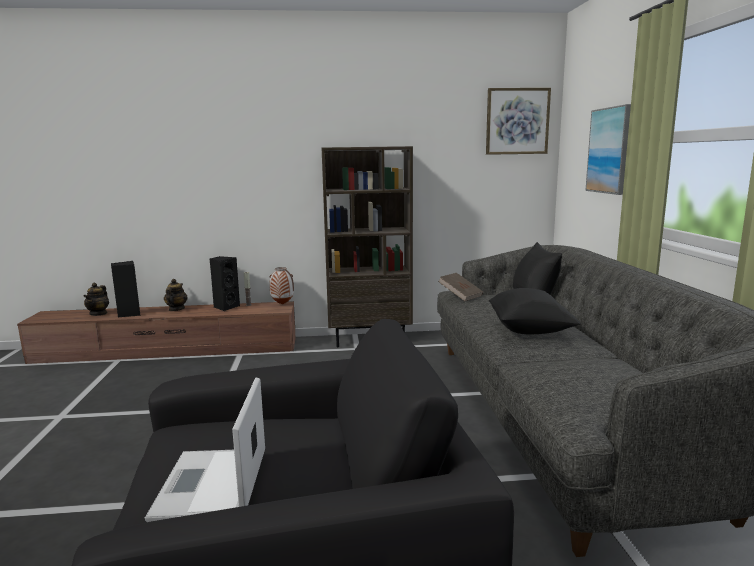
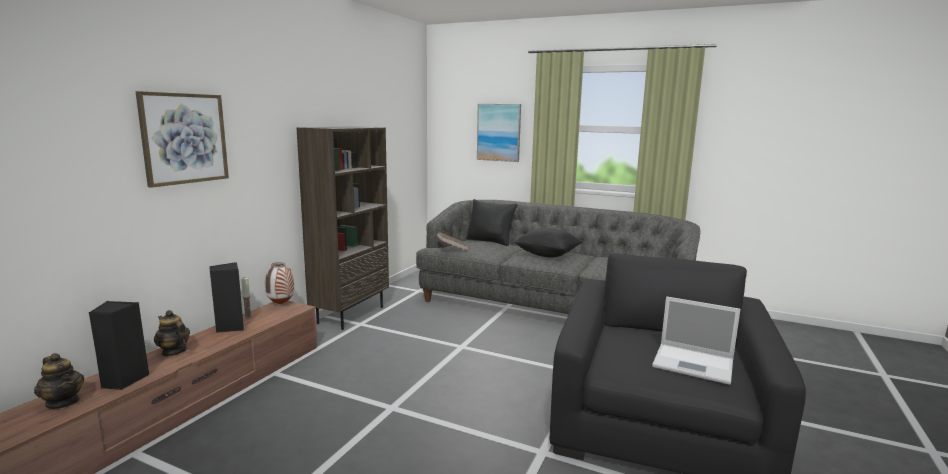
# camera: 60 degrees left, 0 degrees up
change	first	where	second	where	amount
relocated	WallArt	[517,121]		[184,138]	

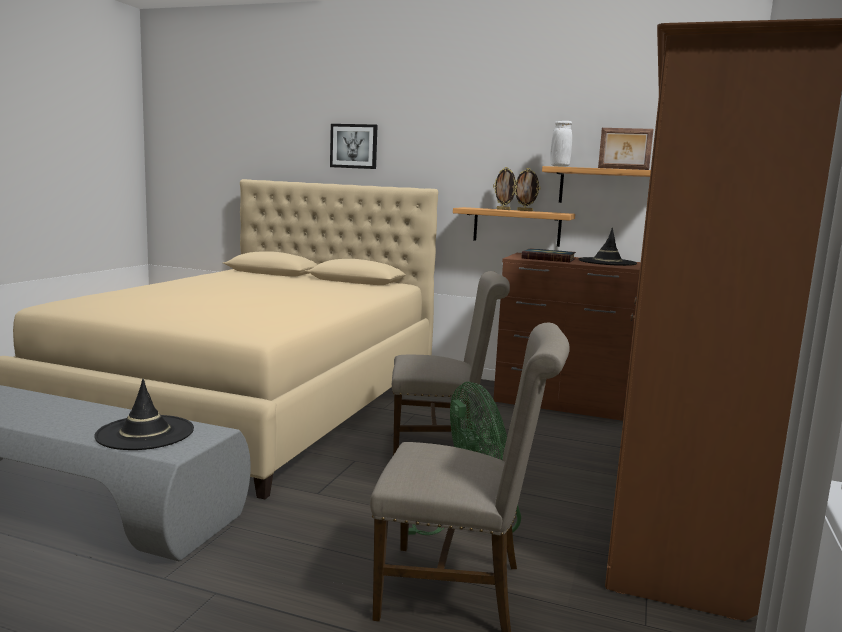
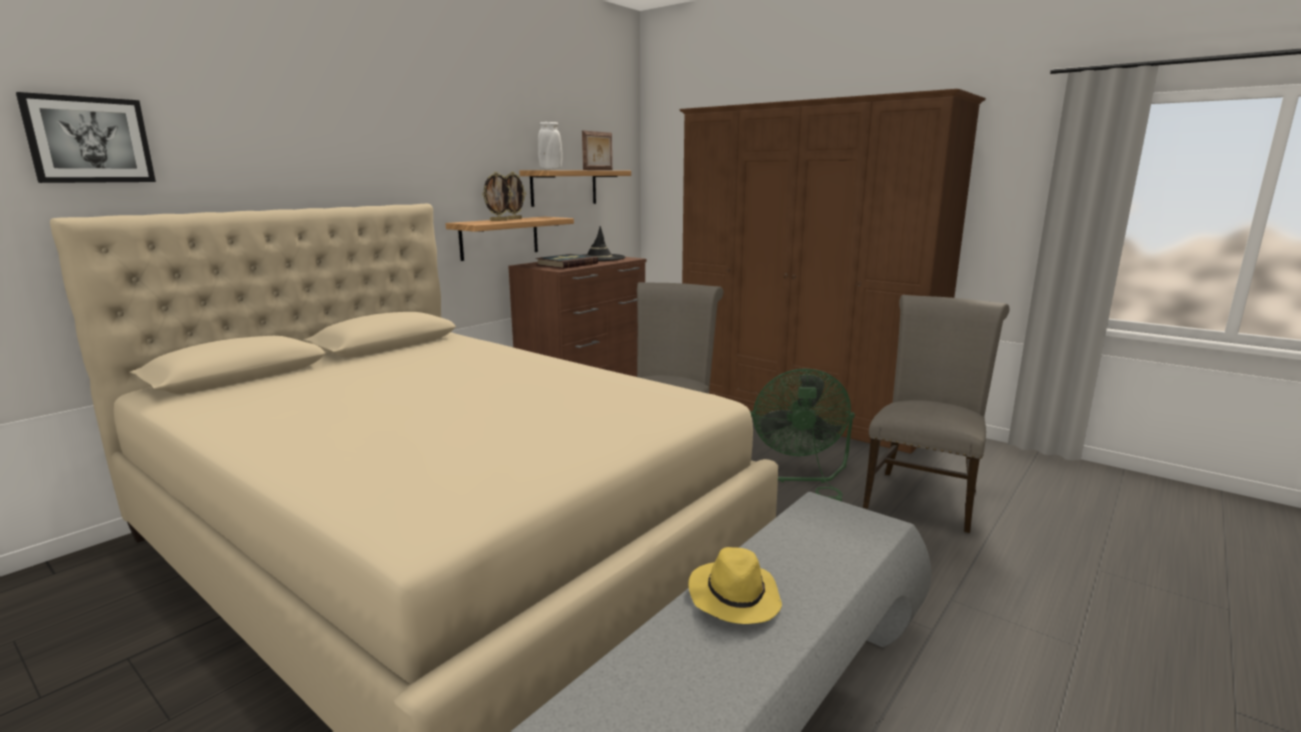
# camera: 70 degrees left, 5 degrees up
change	first	where	second	where	amount
missing	BlackishWearableHat	[145,433]			
relocated	WallArt	[354,146]		[89,140]	
appeared			YellowishWearableHat	[734,597]	

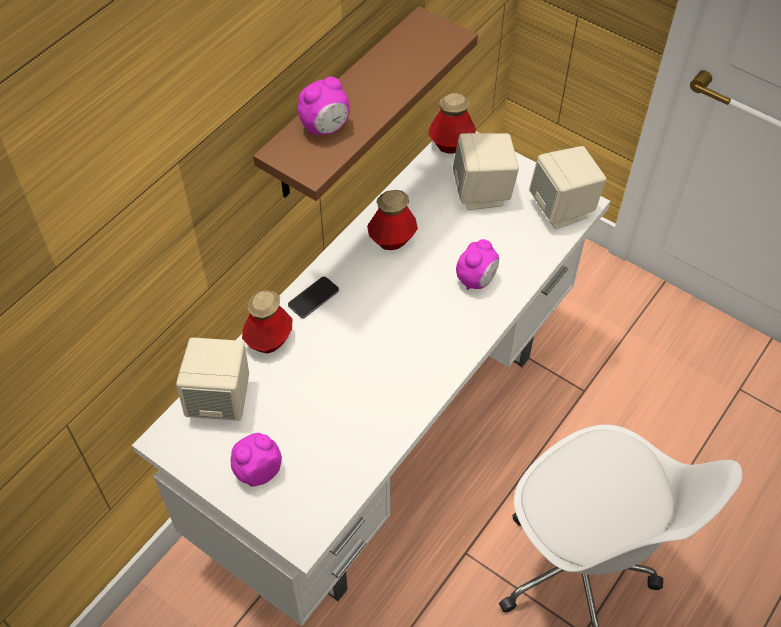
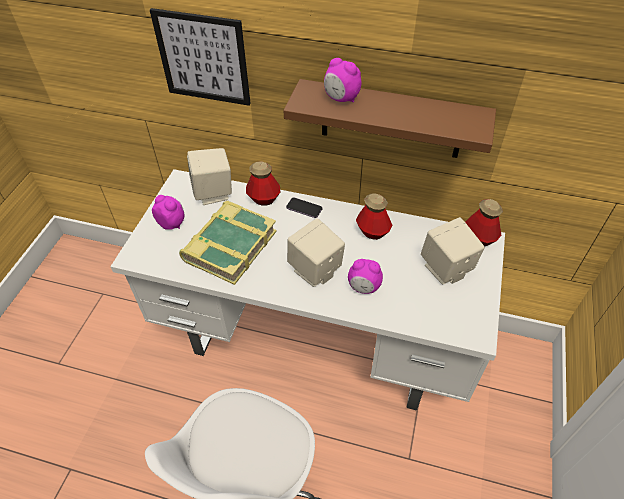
# camera: 70 degrees right, 5 degrees down
change	first	where	second	where	amount
relocated	SandColouredLoudspeaker	[562,209]		[315,270]	
appeared			WallArt	[203,58]	
appeared			BoundBook	[229,246]	

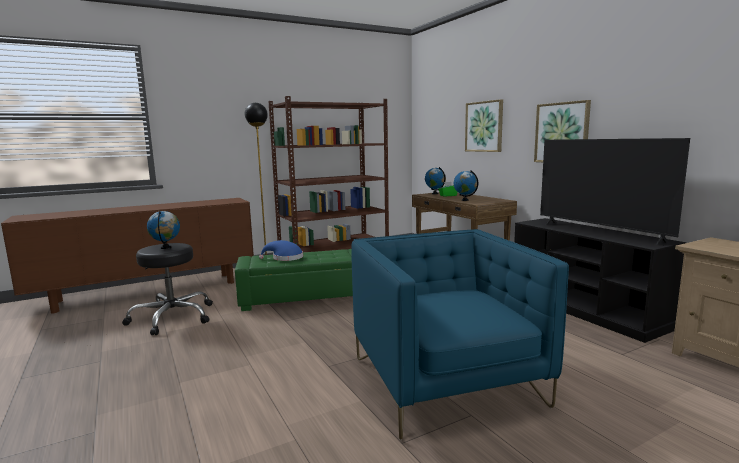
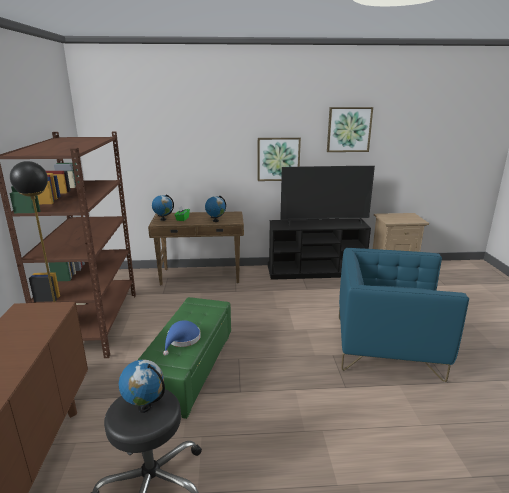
# camera: 65 degrees left, 10 degrees up
change	first	where	second	where	amount
relocated	WallArt	[484,126]		[349,129]	

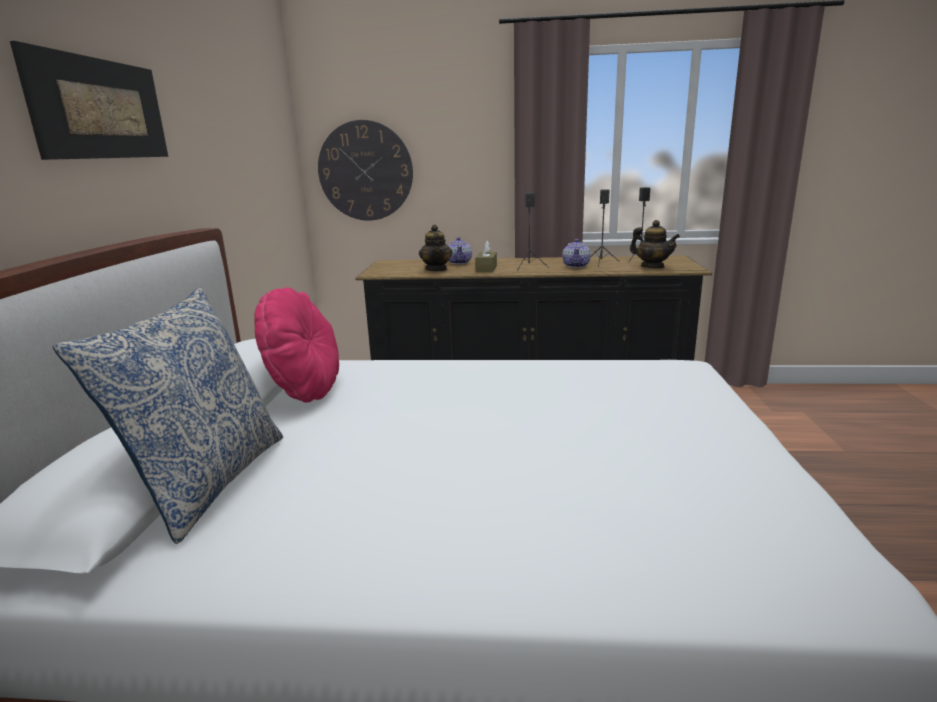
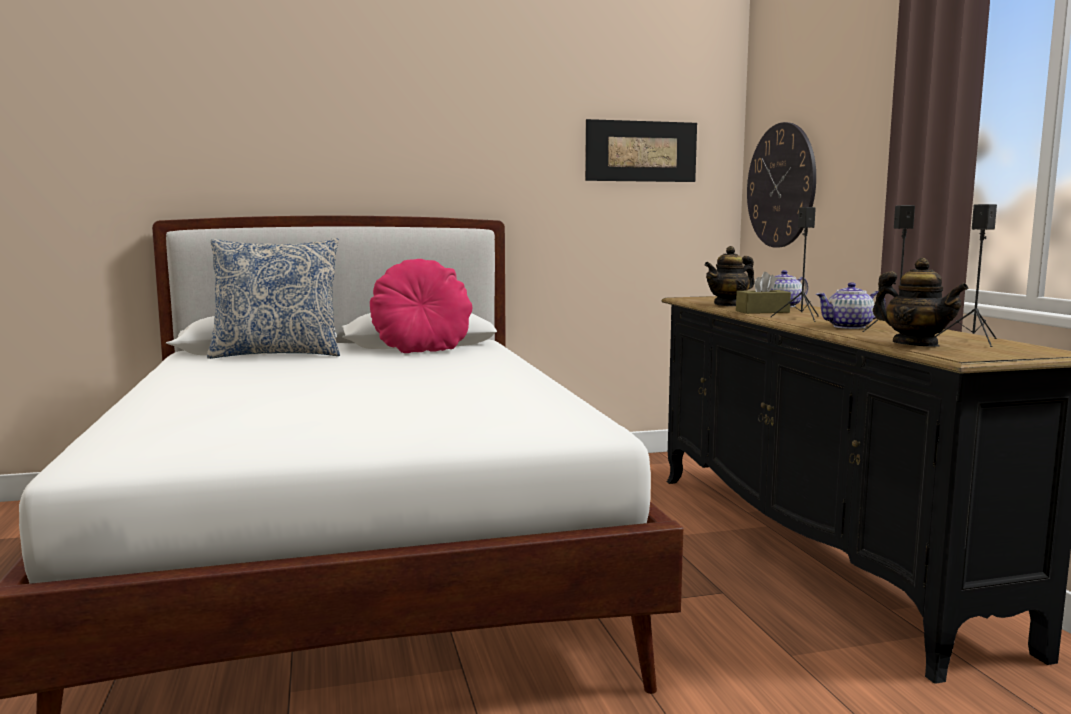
# camera: 70 degrees right, 10 degrees down
change	first	where	second	where	amount
relocated	WallArt	[101,109]		[641,151]	
spun	TeaPot	[652,267]		[915,345]	60 degrees counterclockwise

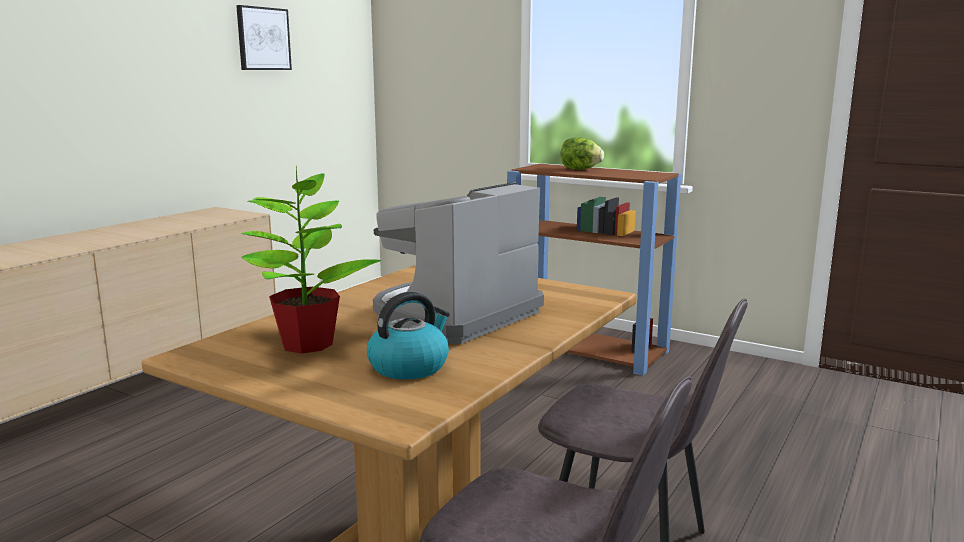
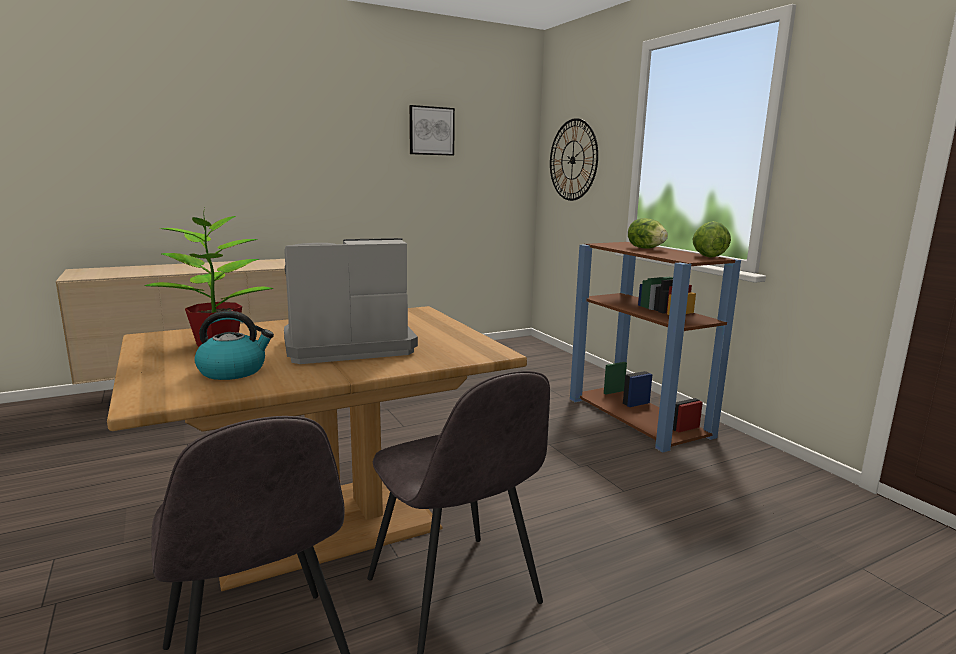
# camera: 30 degrees right, 0 degrees up
change	first	where	second	where	amount
appeared			ClockOnTheWall	[573,160]	
appeared			Lettuce	[708,257]	

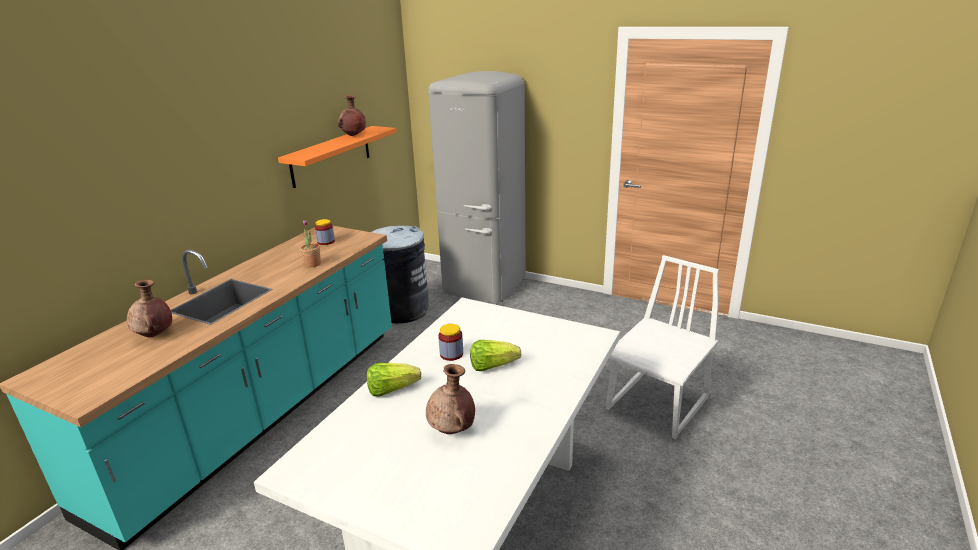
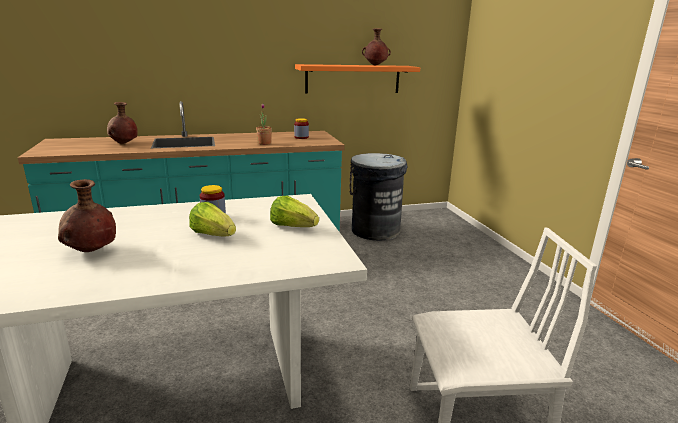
# camera: 45 degrees right, 5 degrees down
change	first	where	second	where	amount
relocated	Lettuce	[391,390]		[293,227]	
missing	GrayFridge	[483,287]			

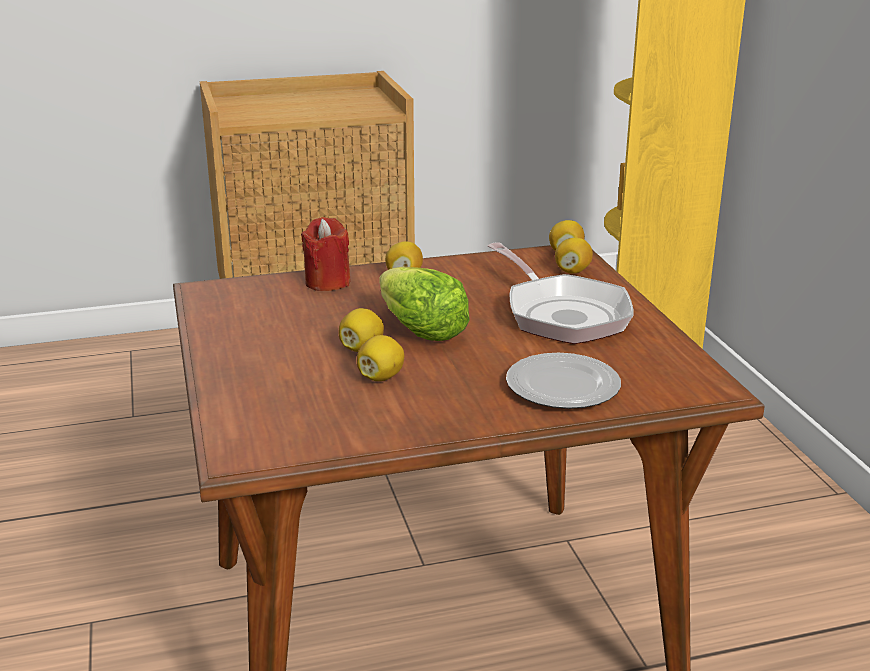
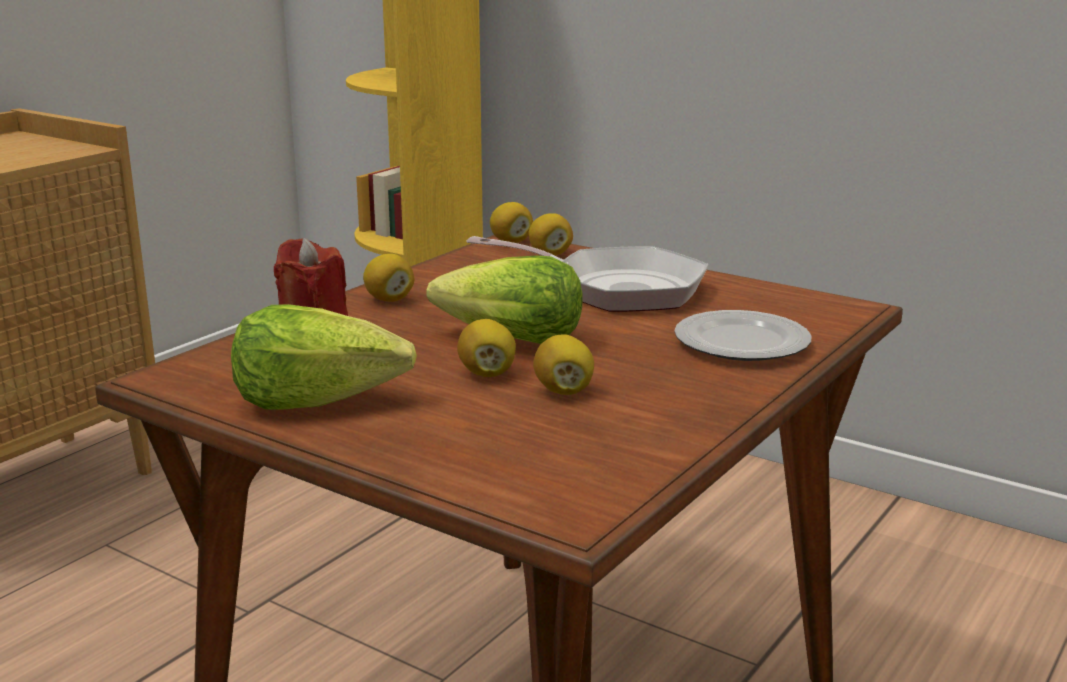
# camera: 40 degrees left, 5 degrees down
change	first	where	second	where	amount
appeared			Lettuce	[318,400]	

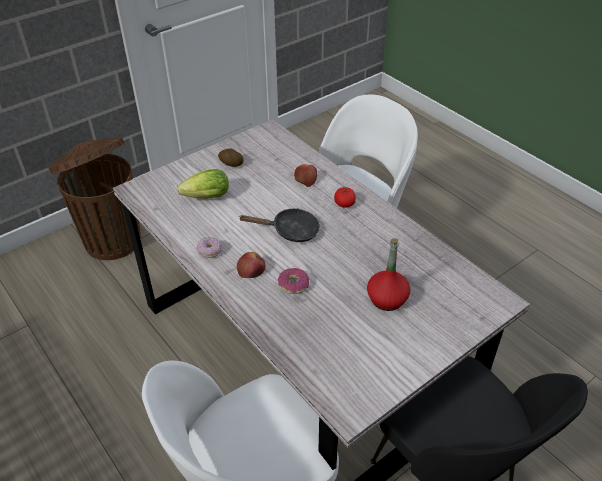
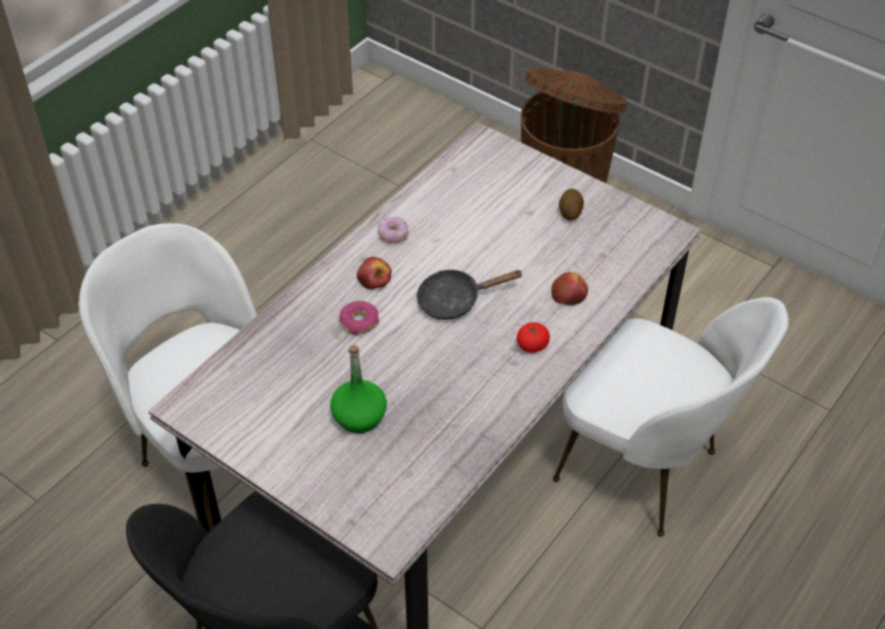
# camera: 75 degrees right, 5 degrees up
change	first	where	second	where	amount
missing	Lettuce	[204,198]			
spun	BlackishPan	[290,231]		[455,300]	90 degrees clockwise
colour	RedColouredBottle	[387,299]	GreenColouredBottle	[359,416]	

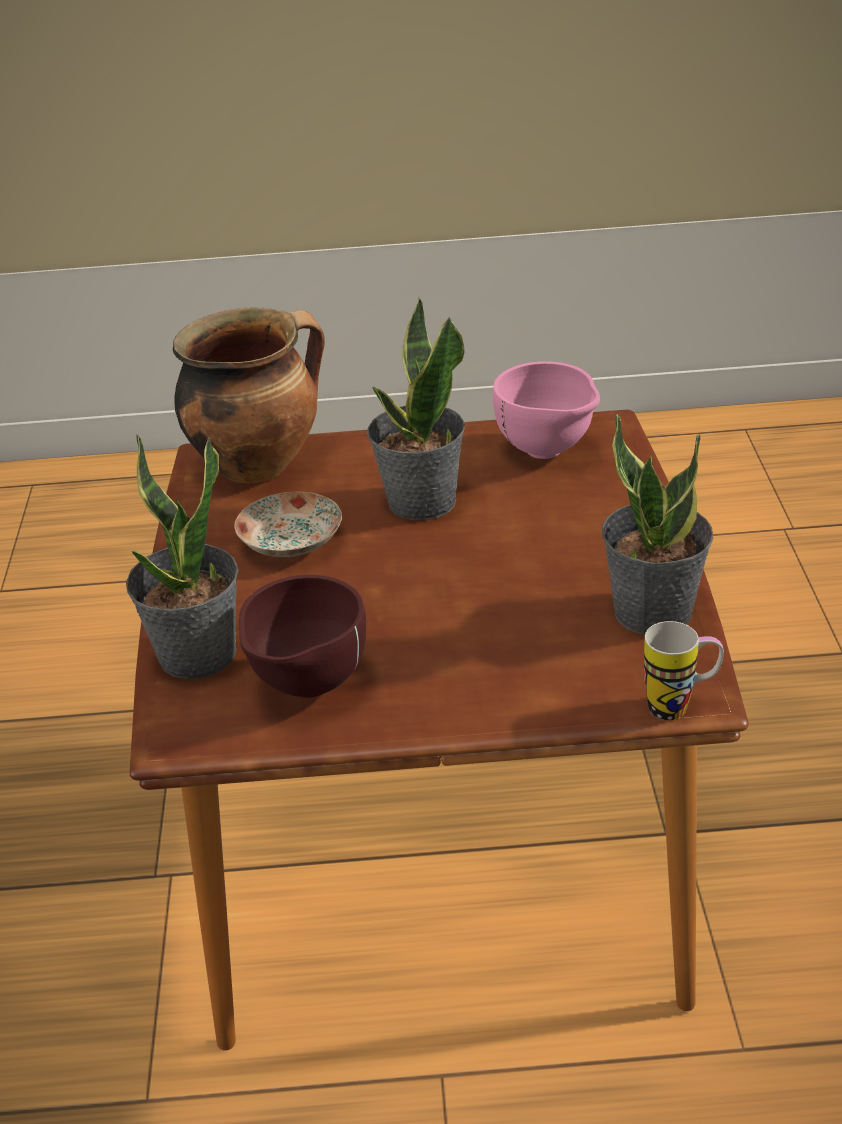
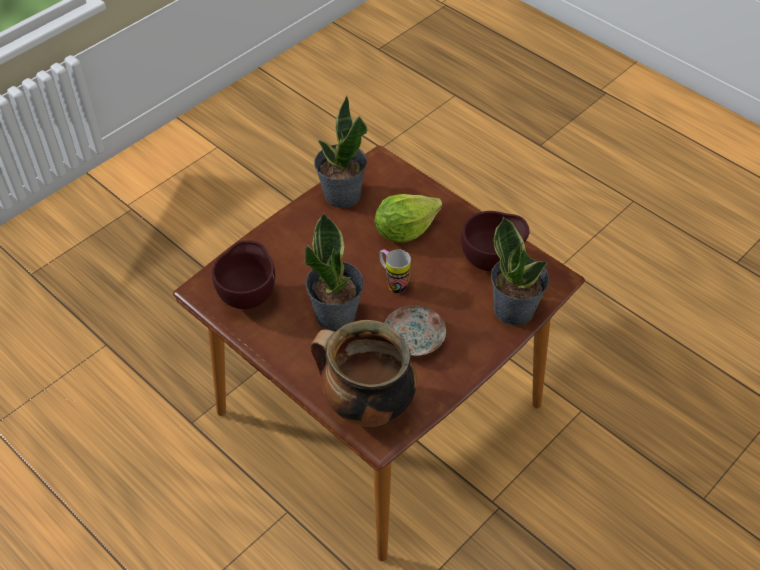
# camera: 135 degrees left, 15 degrees up
change	first	where	second	where	amount
colour	PinkServingBowl	[548,453]	BrownColouredServingBowl	[248,296]	
relocated	Mug	[680,707]		[393,283]	
appeared			Lettuce	[404,230]	

